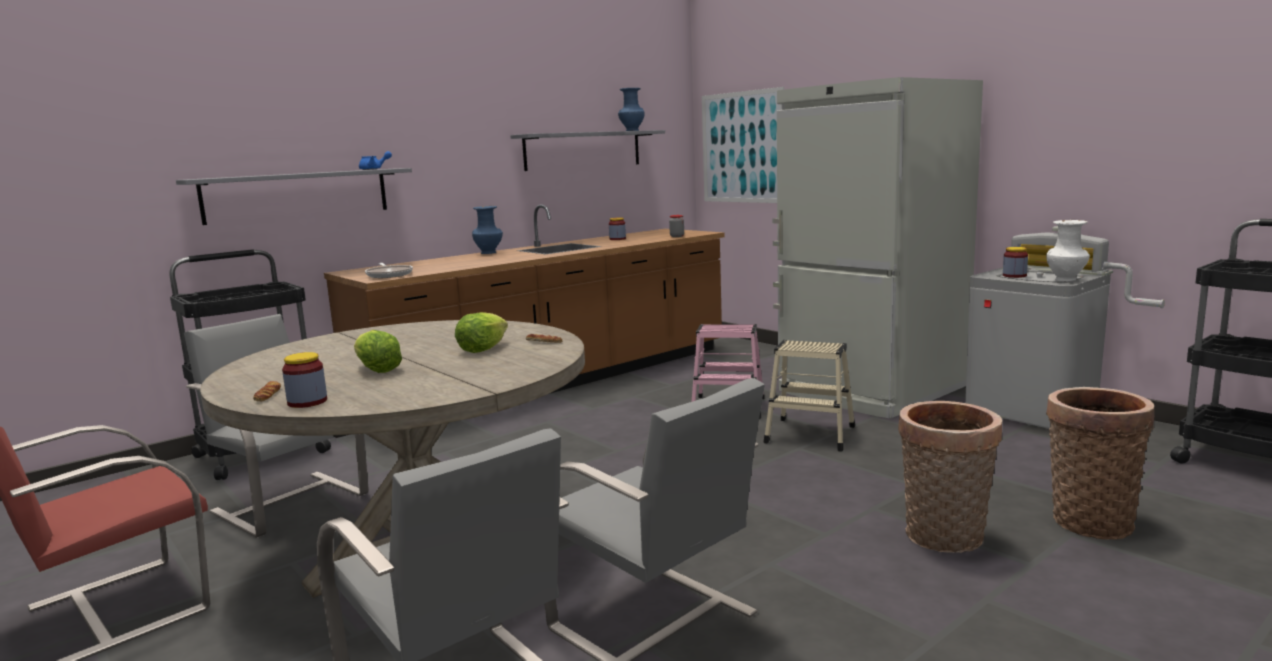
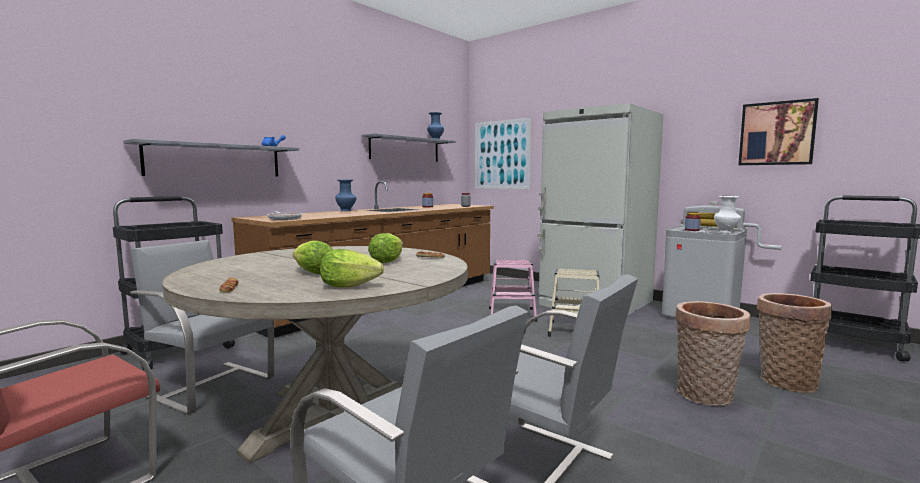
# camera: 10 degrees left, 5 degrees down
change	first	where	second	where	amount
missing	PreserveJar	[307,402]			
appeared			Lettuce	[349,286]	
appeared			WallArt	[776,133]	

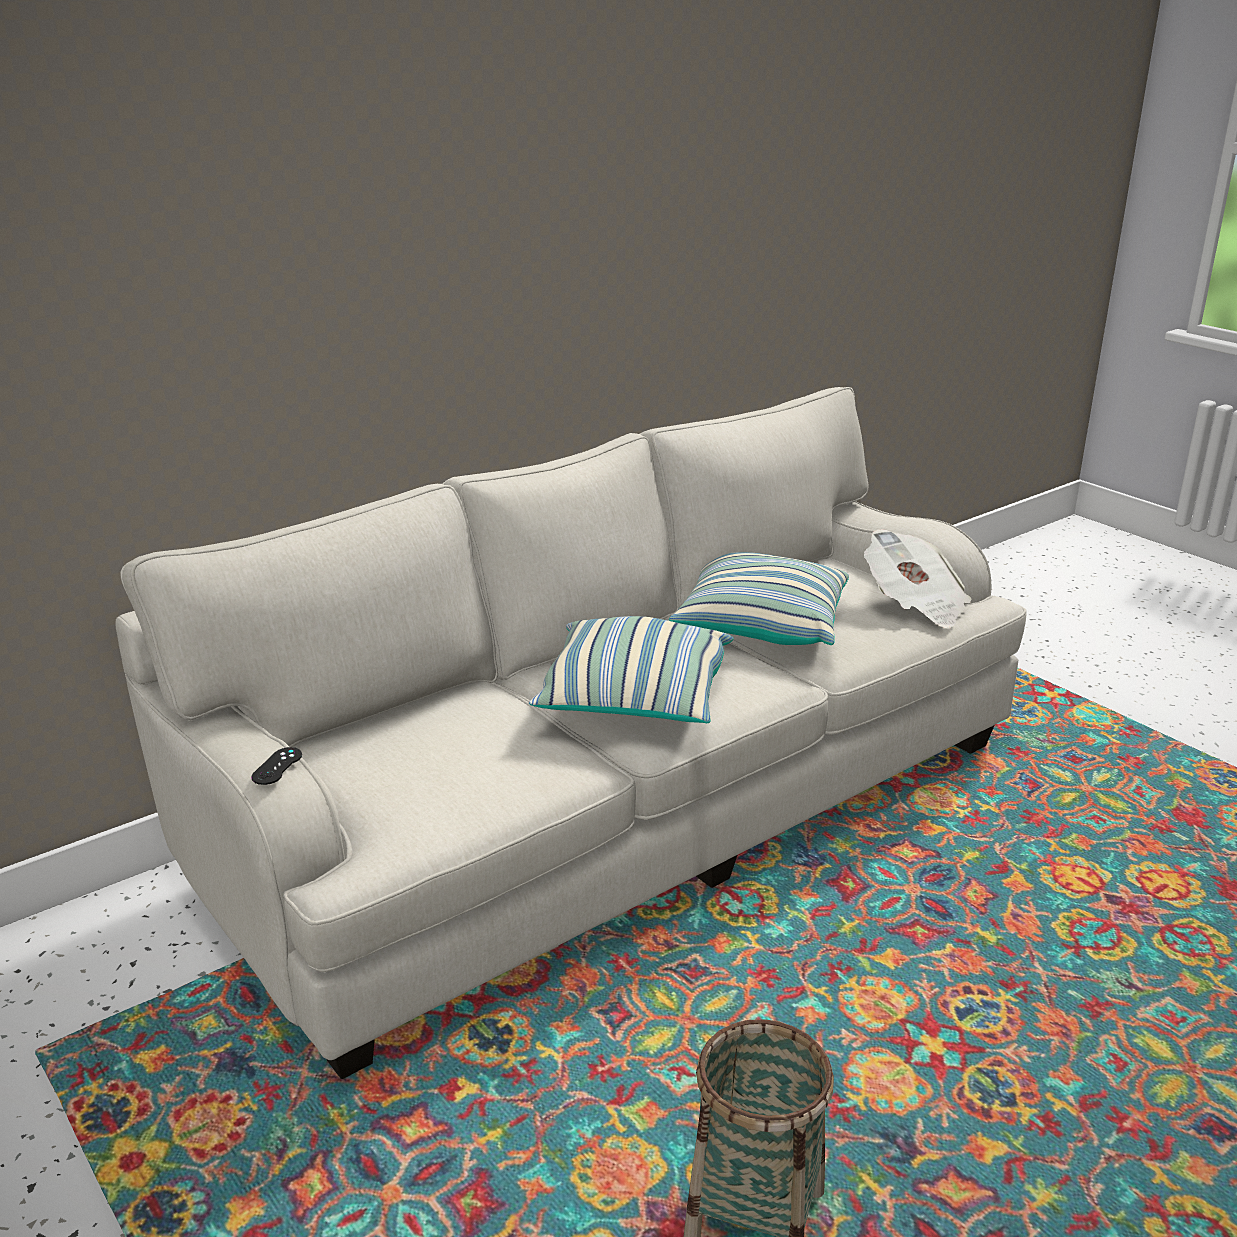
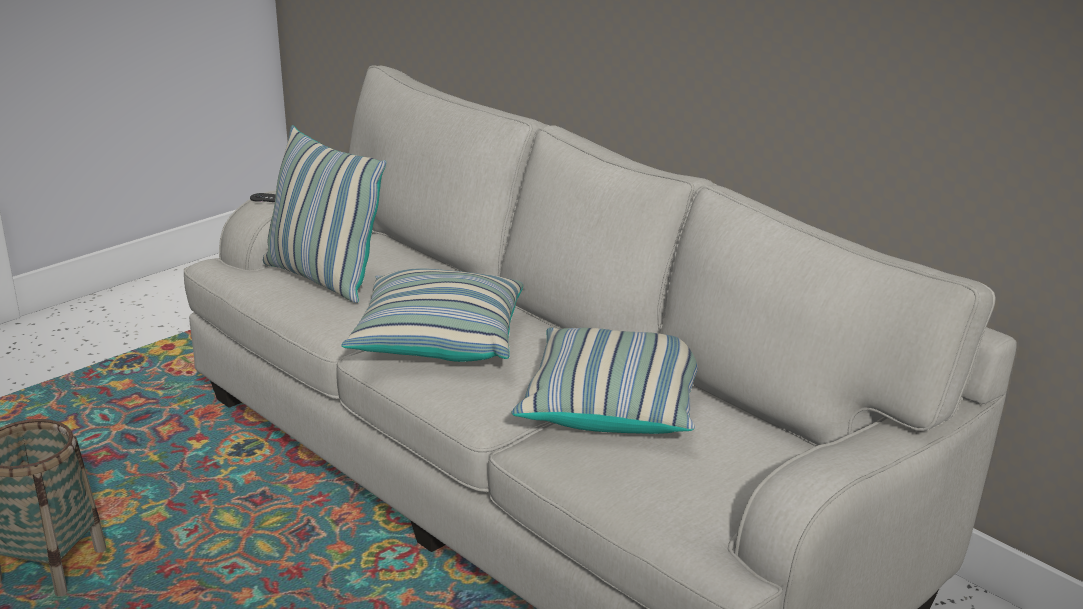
# camera: 85 degrees right, 0 degrees up
change	first	where	second	where	amount
missing	Newspaper	[915,605]			
appeared			Cushion	[323,278]	

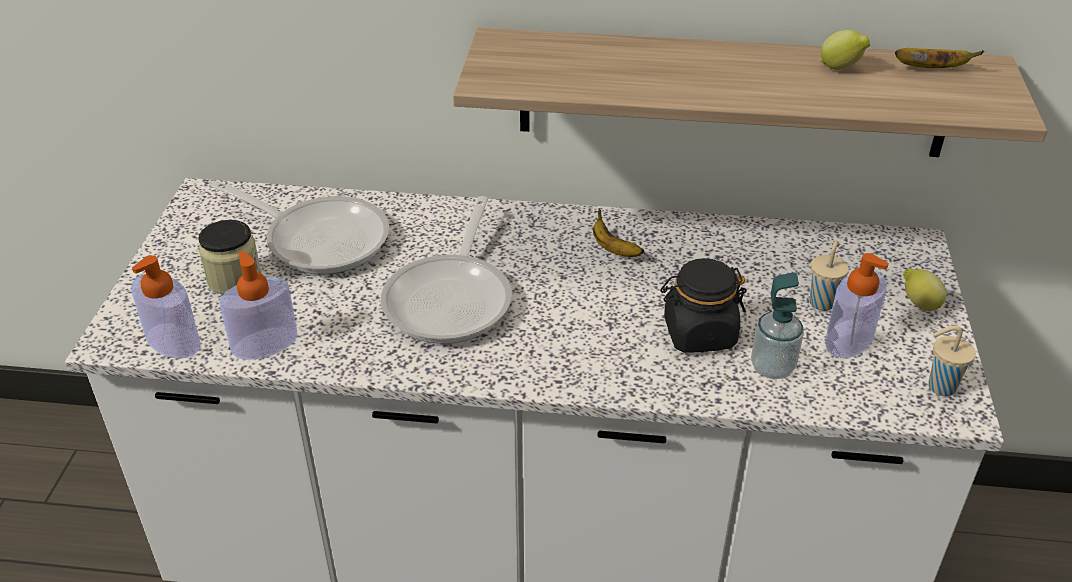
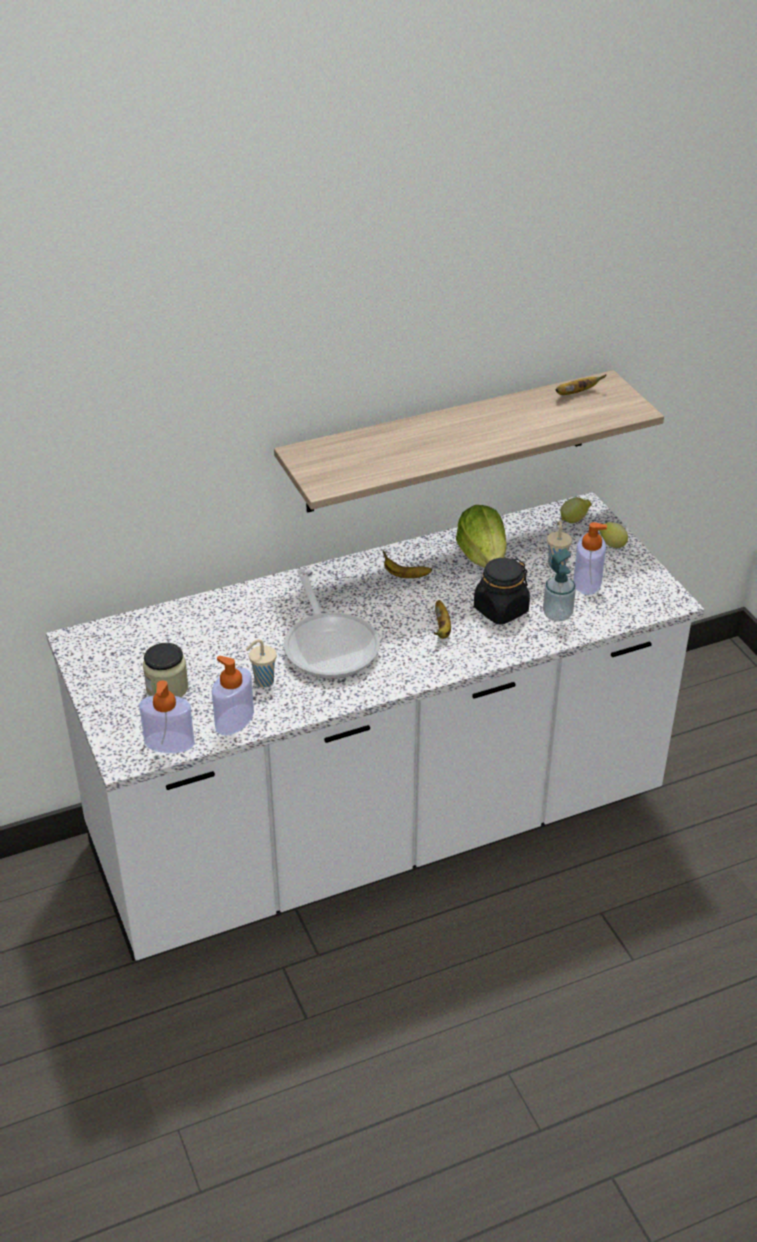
# camera: 30 degrees left, 0 degrees up
change	first	where	second	where	amount
missing	Pan	[319,238]			
relocated	CitrusFruit	[841,68]		[574,520]	
relocated	SandColouredSmallCup	[939,387]		[263,681]	
appeared			BananaFruit	[442,629]	
appeared			Lettuce	[483,557]	

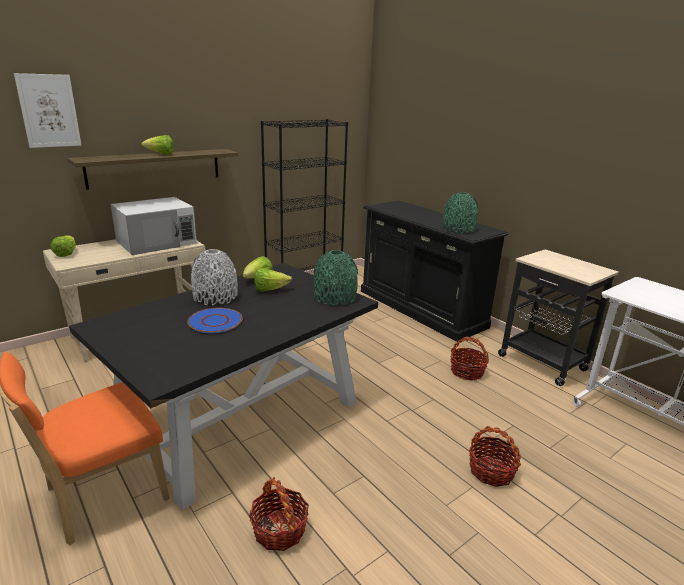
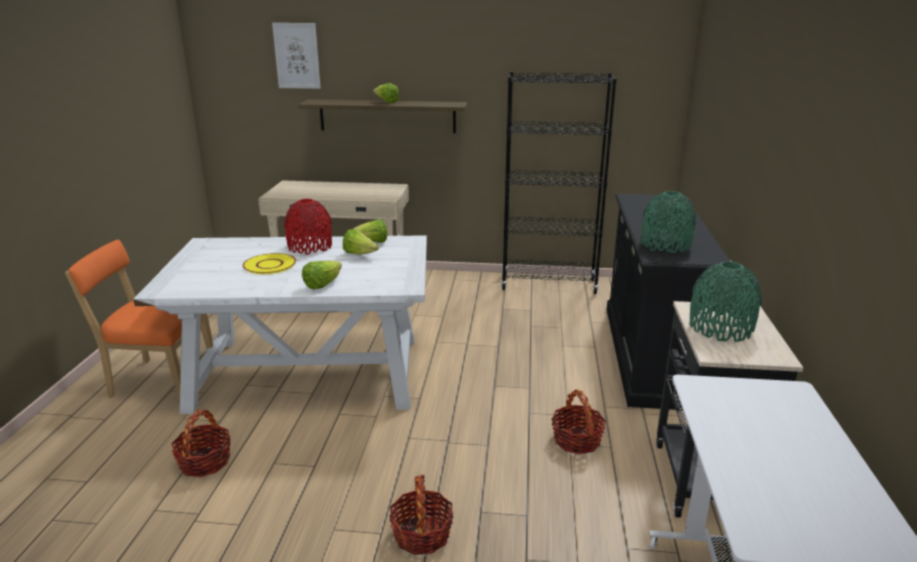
# camera: 45 degrees right, 0 degrees up
change	first	where	second	where	amount
relocated	Lettuce	[66,253]		[322,285]	
colour	BlackishDiningTable	[241,415]	WhiteColouredDiningTable	[309,372]	
missing	WhiteColouredKitchenMicrowave	[157,242]			
colour	BlueColouredDinnerPlate	[215,321]	YellowishDinnerPlate	[269,265]	
colour	GrayDecorativeVase	[215,297]	RedColouredDecorativeVase	[310,247]	
relocated	GreenColouredDecorativeVase	[335,297]		[720,328]	

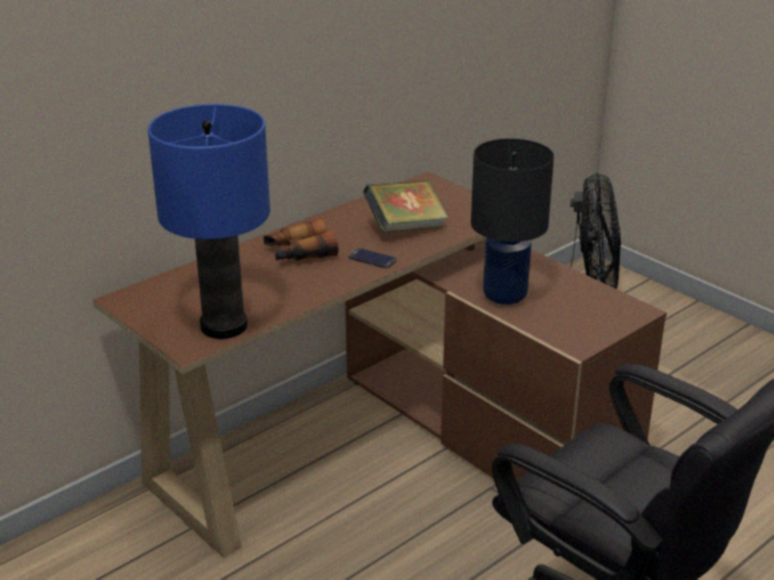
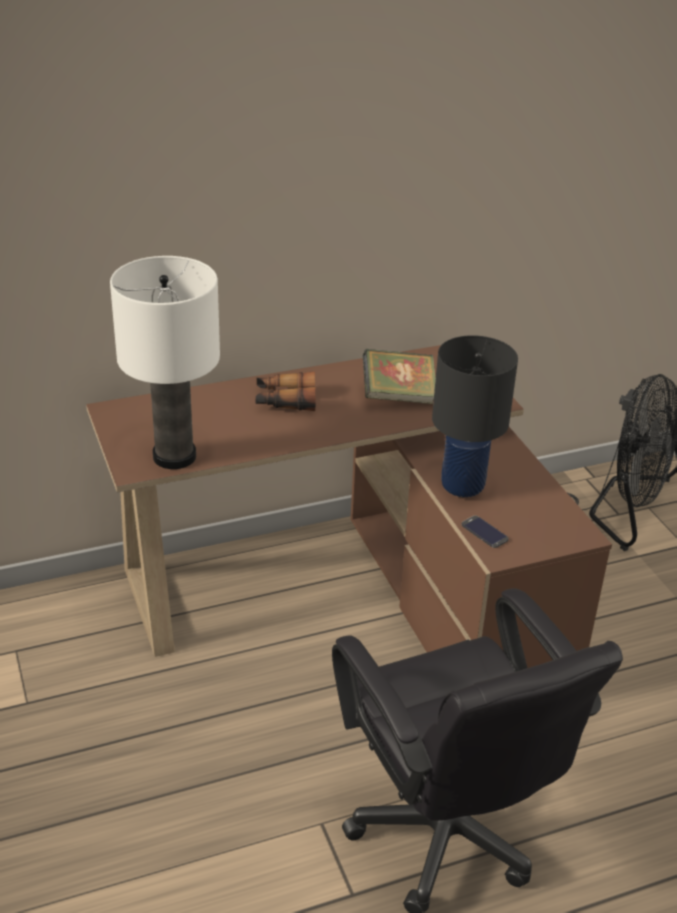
# camera: 20 degrees right, 5 degrees up
change	first	where	second	where	amount
colour	BlueColouredTabletopLamp	[224,326]	WhiteColouredTabletopLamp	[175,456]	
relocated	Handset	[372,259]		[484,532]	

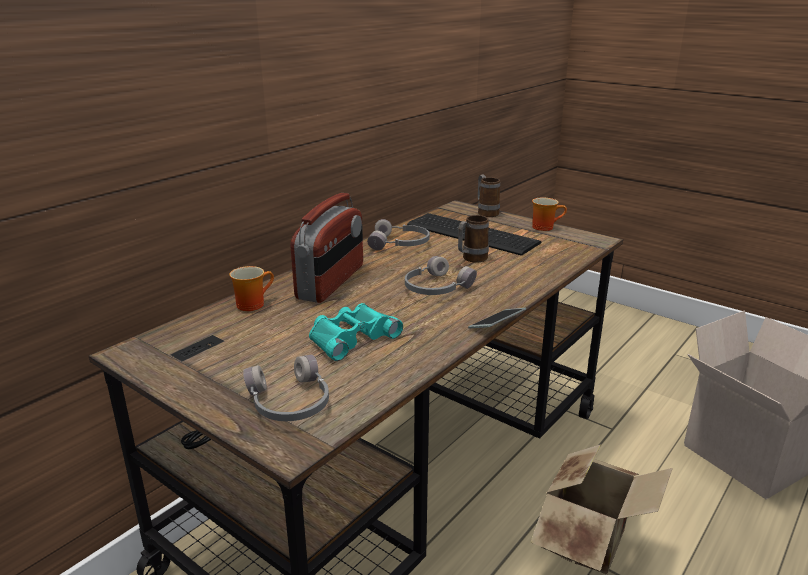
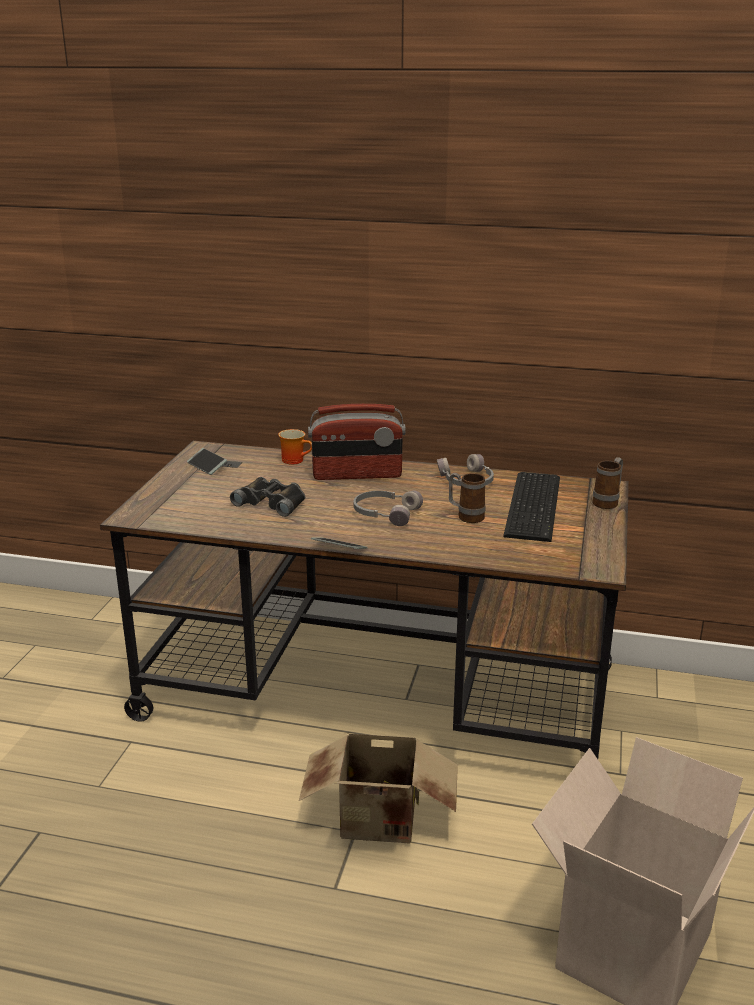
# camera: 65 degrees right, 0 degrees up
change	first	where	second	where	amount
missing	GrayPairOfHeadphones	[288,403]			
colour	BlueGreenPairOfBinoculars	[351,337]	BlackishPairOfBinoculars	[272,502]	
missing	Mug	[545,227]			
appeared			Handset	[207,466]	

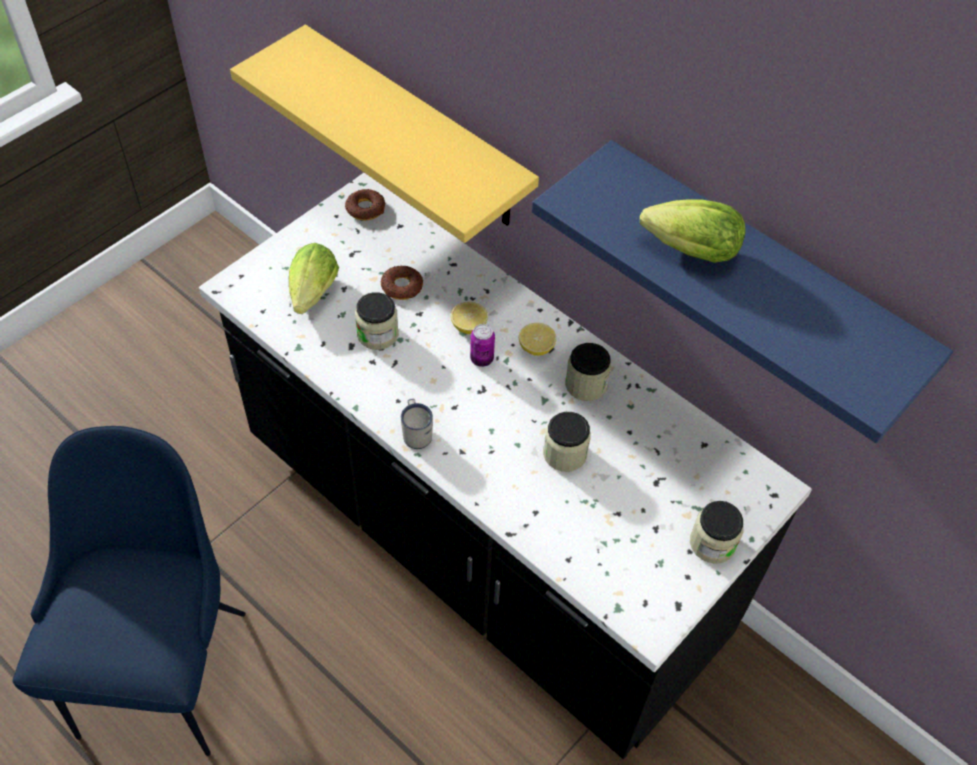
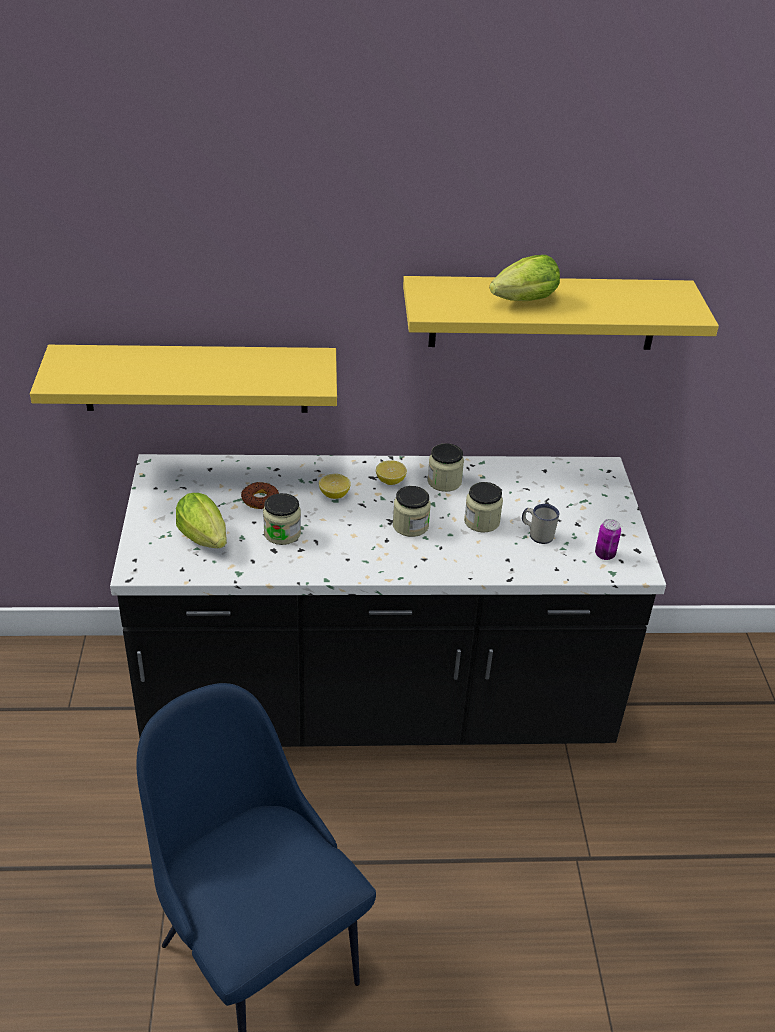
# camera: 45 degrees left, 15 degrees down
change	first	where	second	where	amount
missing	Donut	[365,208]			
relocated	WhiteColouredMug	[416,432]		[537,534]	
relocated	MetalCan	[481,359]		[604,554]	
colour	BlueColouredShelf	[758,274]	YellowishShelf	[544,313]	
relocated	PreserveJar	[712,543]		[410,526]	

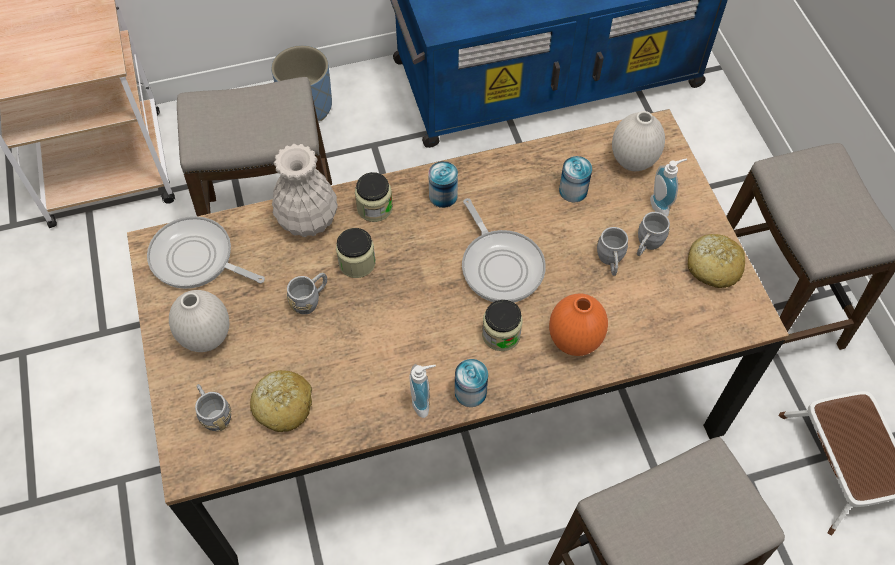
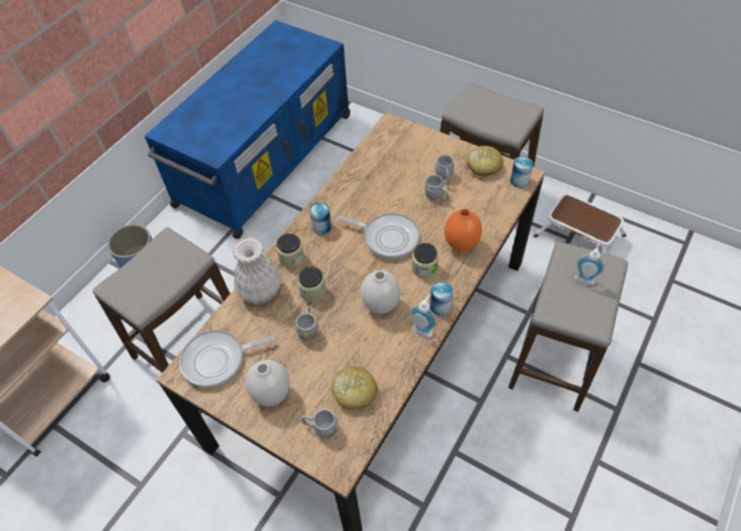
# camera: 40 degrees left, 5 degrees down
change	first	where	second	where	amount
relocated	MetalCan	[573,190]		[519,180]	
relocated	WhiteColouredDecorativeVase	[633,162]		[381,305]	
relocated	LiquidSoapBottle	[662,205]		[585,278]	

